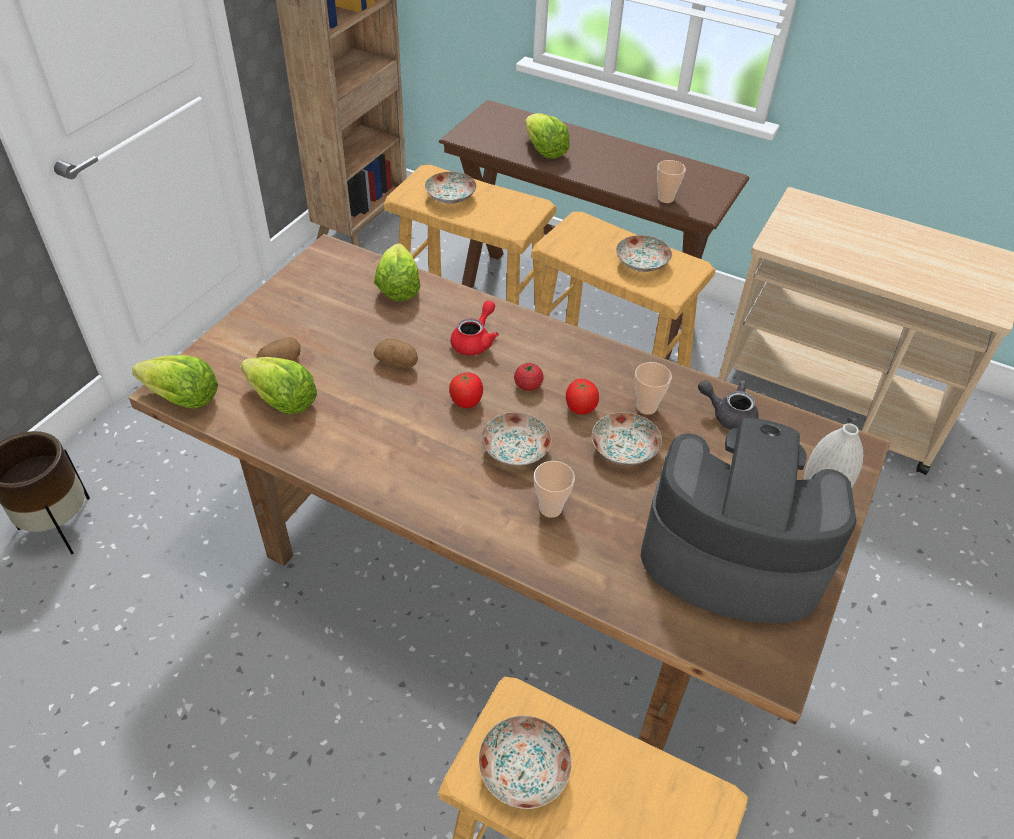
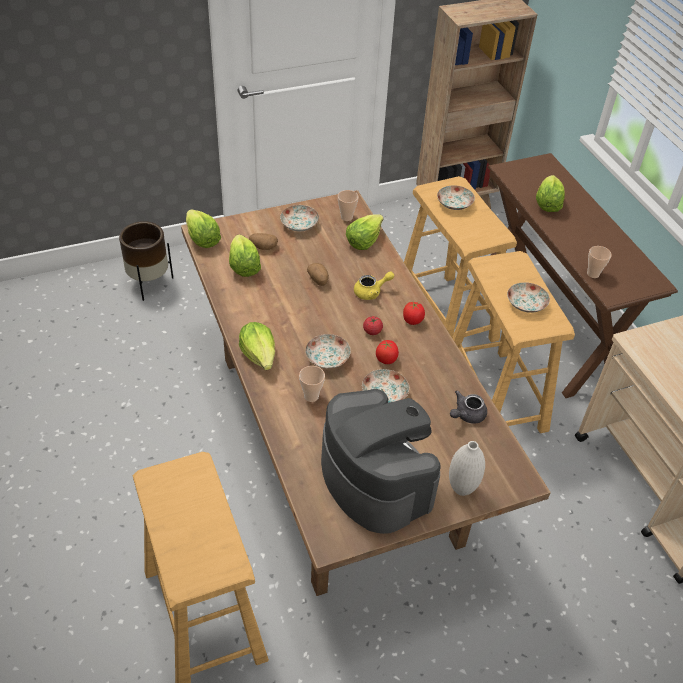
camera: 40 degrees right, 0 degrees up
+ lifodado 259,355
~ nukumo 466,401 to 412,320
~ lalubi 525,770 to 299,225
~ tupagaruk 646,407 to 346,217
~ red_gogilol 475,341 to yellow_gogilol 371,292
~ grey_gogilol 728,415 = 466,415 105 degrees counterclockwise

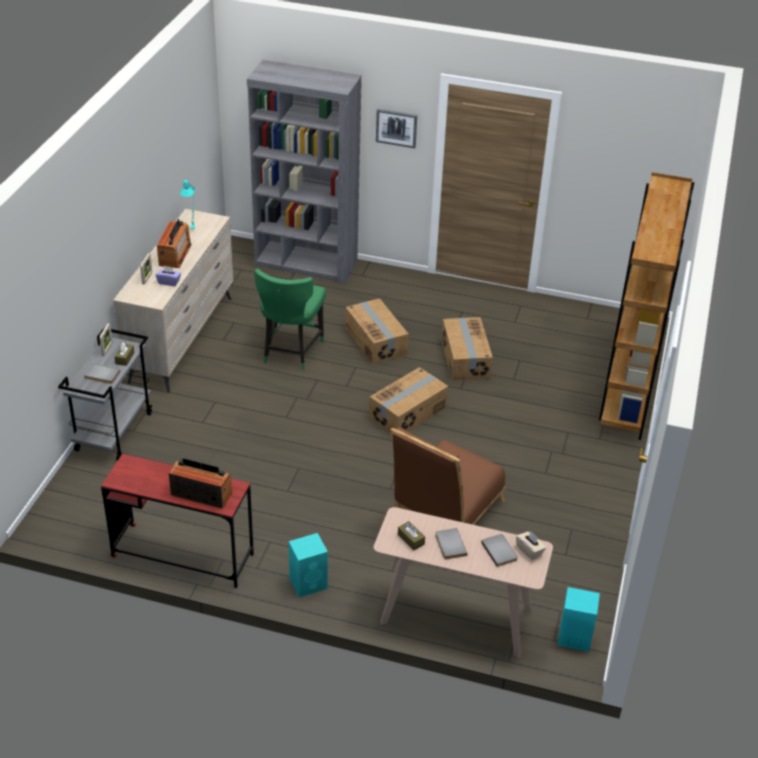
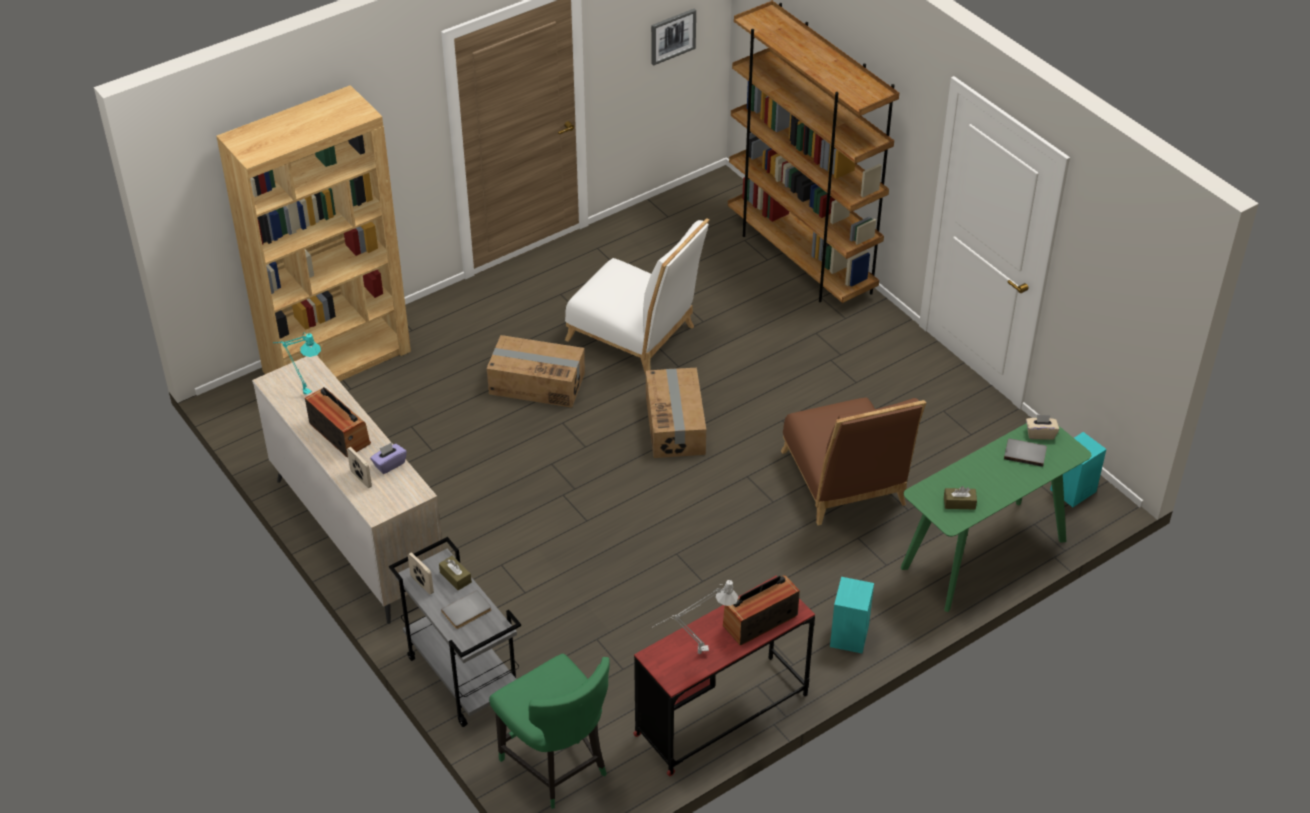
camera: 50 degrees left, 5 degrees up
- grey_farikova 449,545
+ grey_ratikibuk 693,654
~ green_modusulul 290,352 to 556,766
~ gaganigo 396,127 to 672,36
~ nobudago 464,359 to white_modusulul 637,336
~ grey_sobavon 306,264 to brown_sobavon 337,361
~ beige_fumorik 455,617 to green_fumorik 984,554

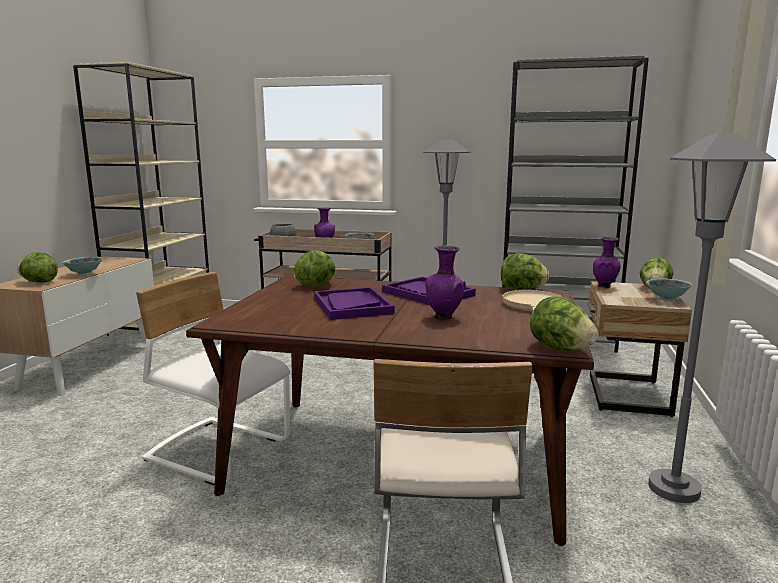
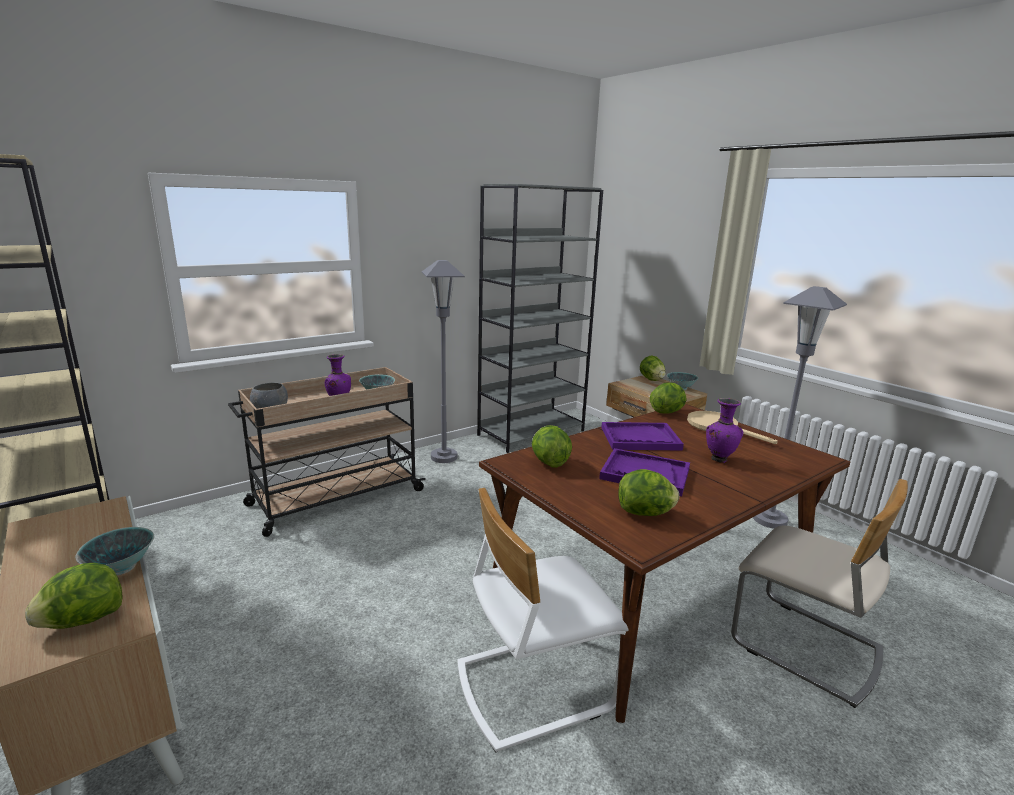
camera: 50 degrees left, 5 degrees up
- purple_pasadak 605,287
~ lifodado 560,348 to 645,513

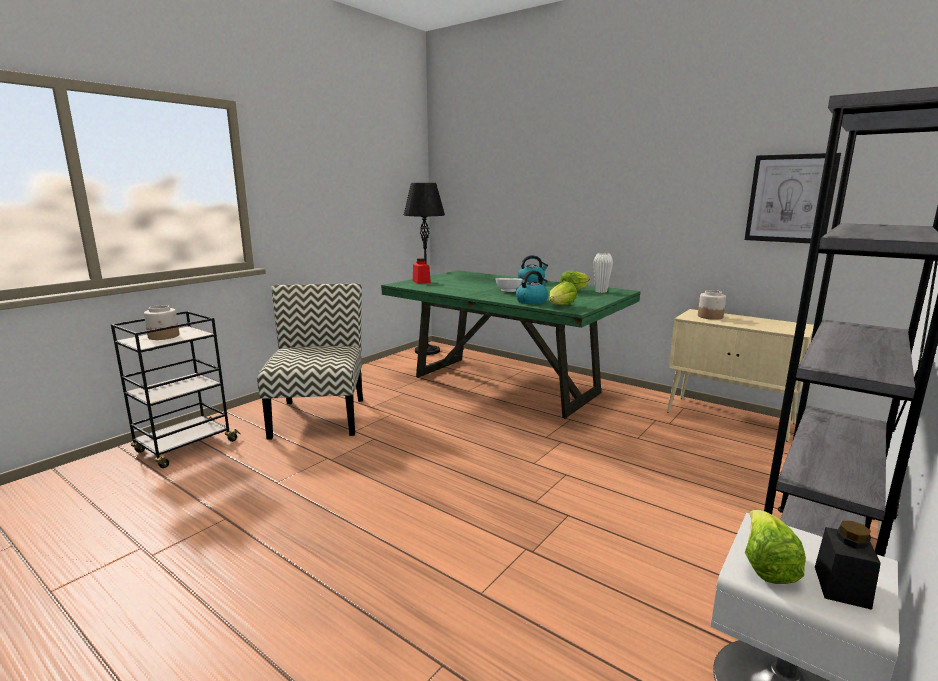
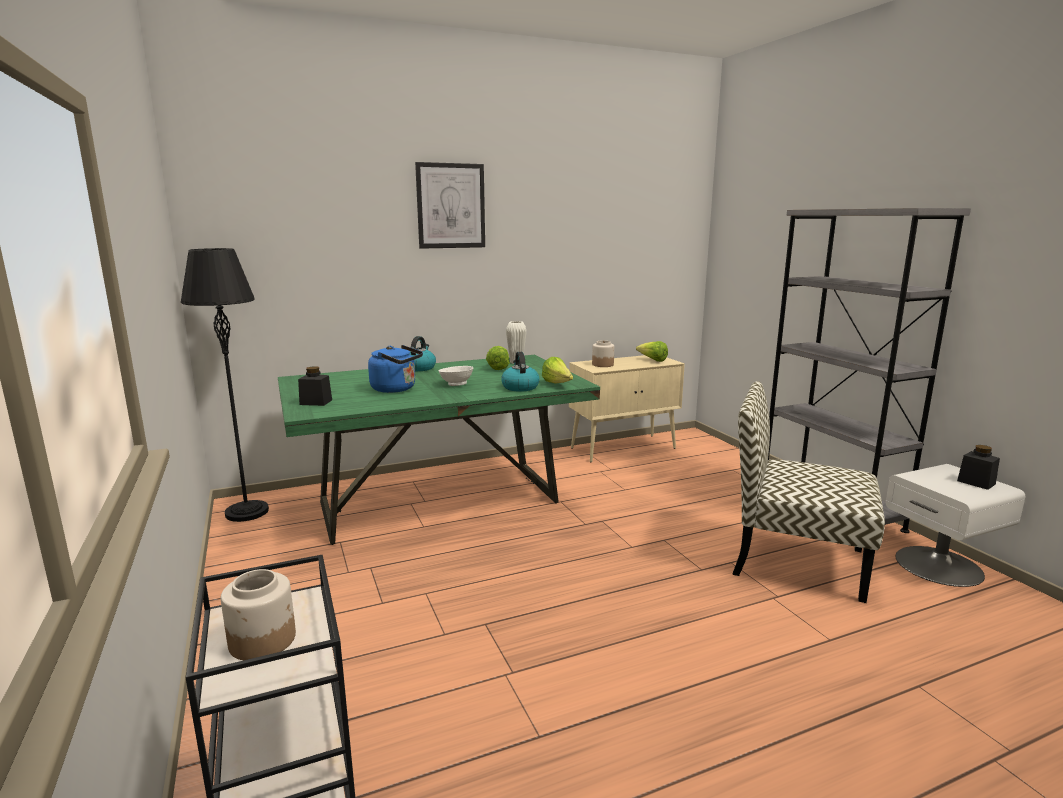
camera: 60 degrees left, 0 degrees up
+ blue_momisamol 396,389
~ modusulul 318,417 to 795,561
~ gaganigo 790,199 to 451,206
~ lifodado 766,565 to 652,360
~ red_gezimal 421,282 to black_gezimal 316,402

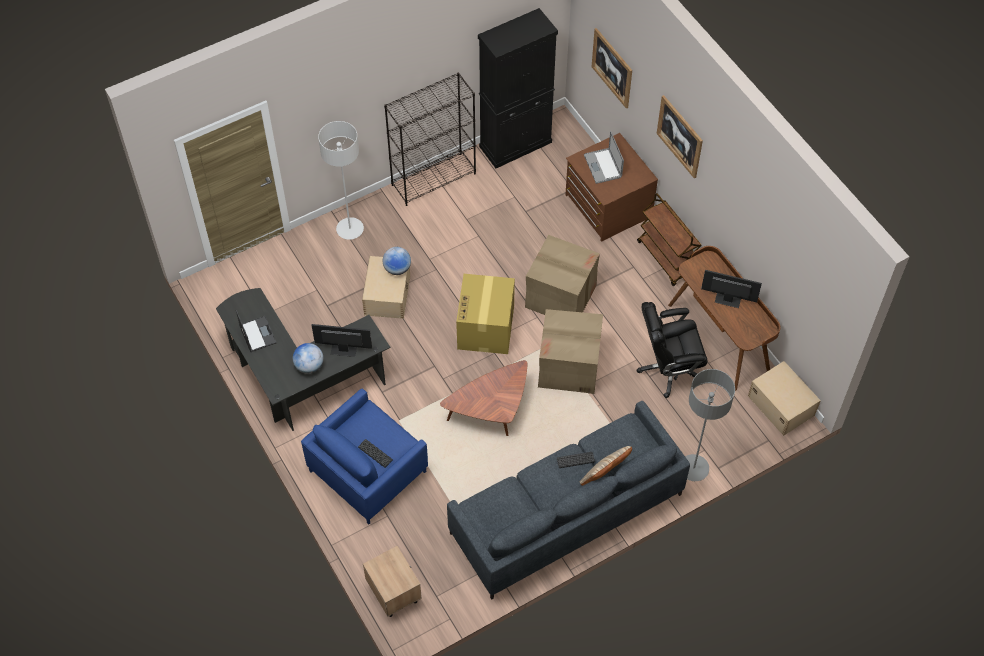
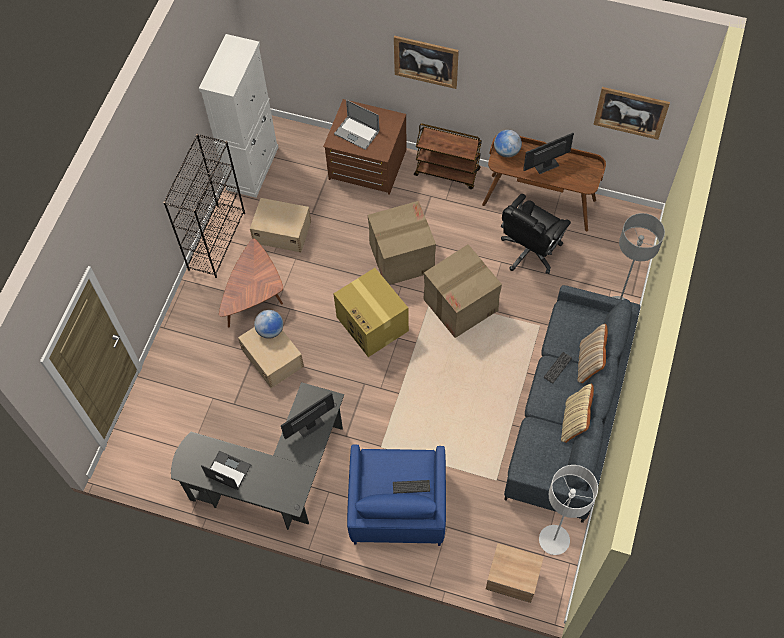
camera: 40 degrees left, 5 degrees up
+ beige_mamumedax 574,422
~ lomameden 309,366 to 506,151
~ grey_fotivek 350,229 to 554,540
~ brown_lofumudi 491,412 to 255,296
~ gaganigo 612,68 to 630,112
~ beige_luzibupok 781,404 to 281,231
~ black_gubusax 516,144 to white_gubusax 252,168

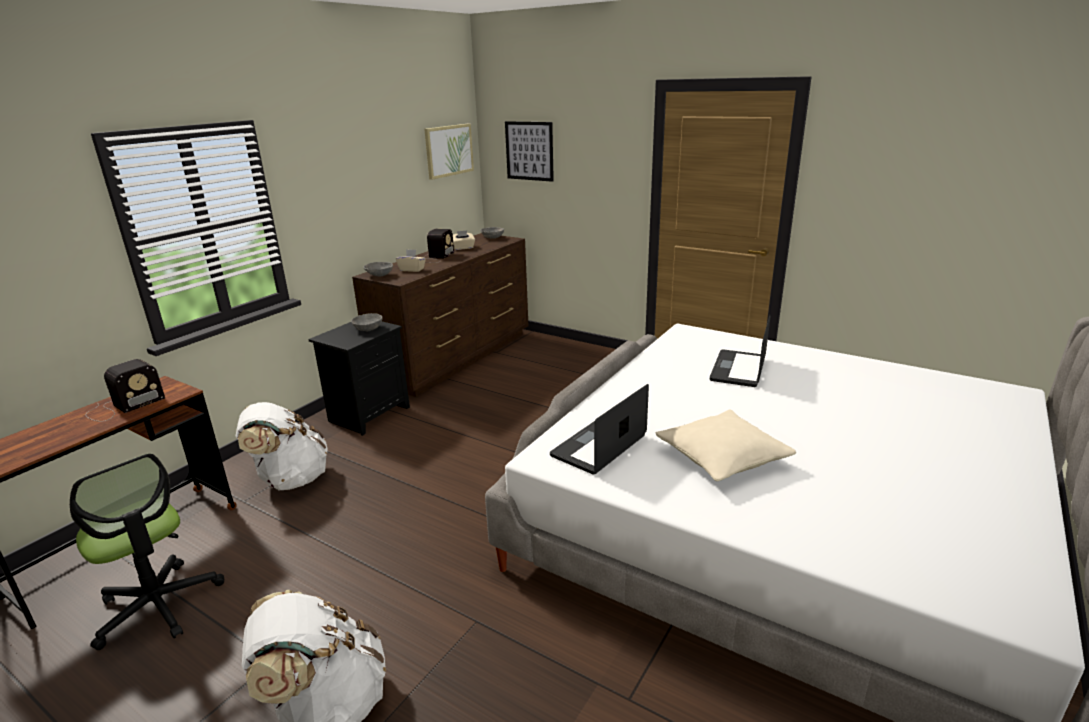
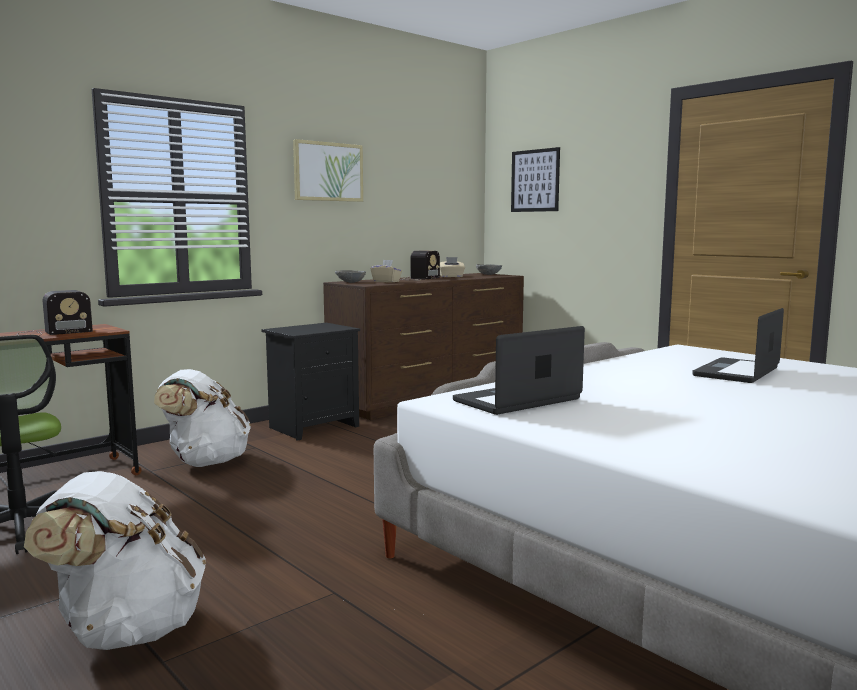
camera: 15 degrees right, 15 degrees down
- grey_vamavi 368,329
- beige_mamumedax 722,458
~ gaganigo 448,150 to 328,172

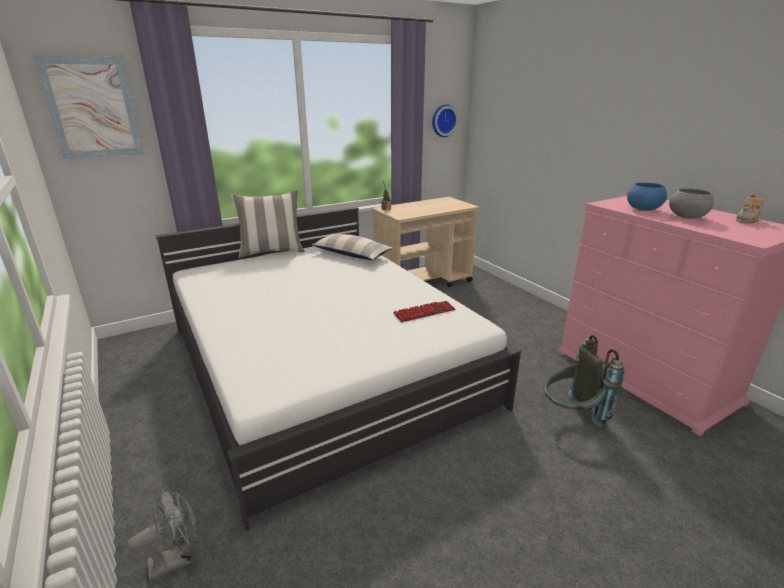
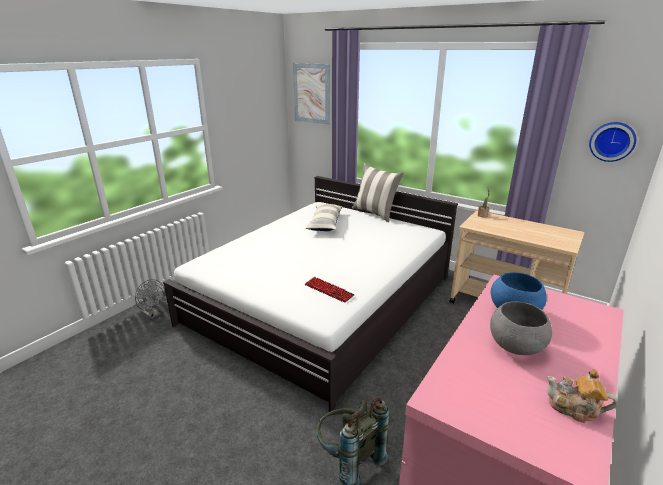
camera: 65 degrees right, 0 degrees up
~ mamumedax 351,255 to 325,223

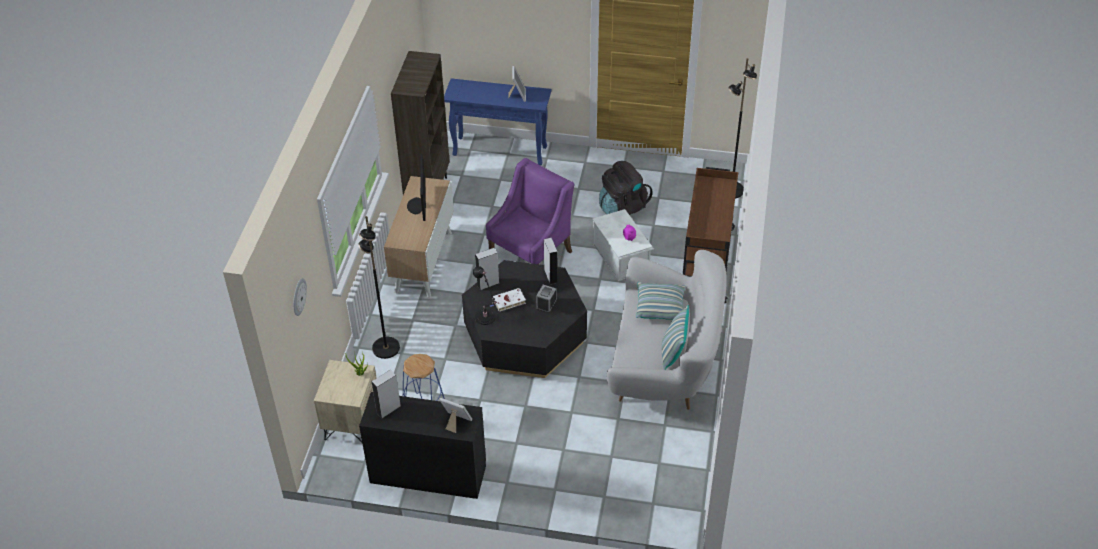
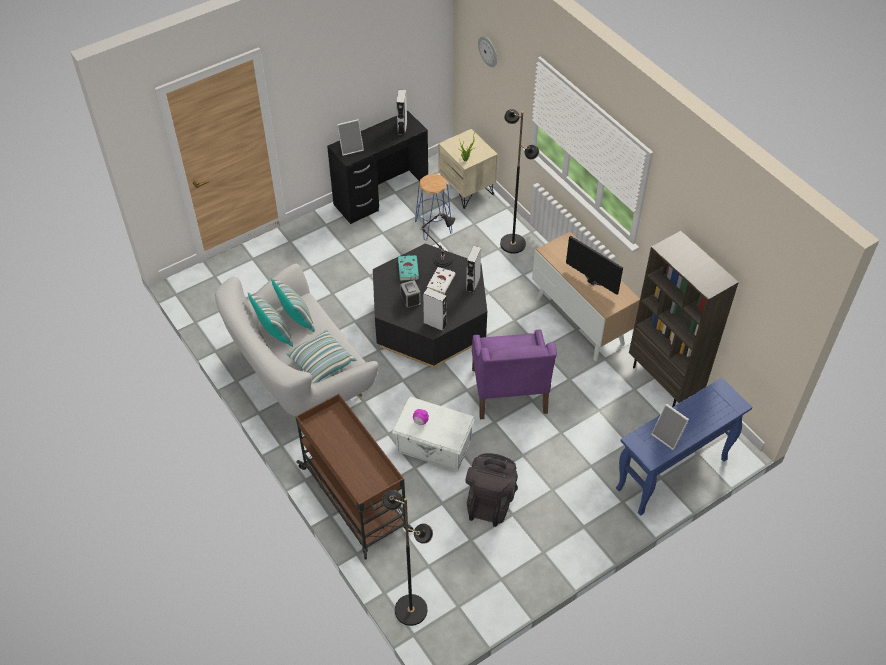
camera: 135 degrees right, 5 degrees up
+ mamumedax 296,319
+ turquoise_farikova 408,268

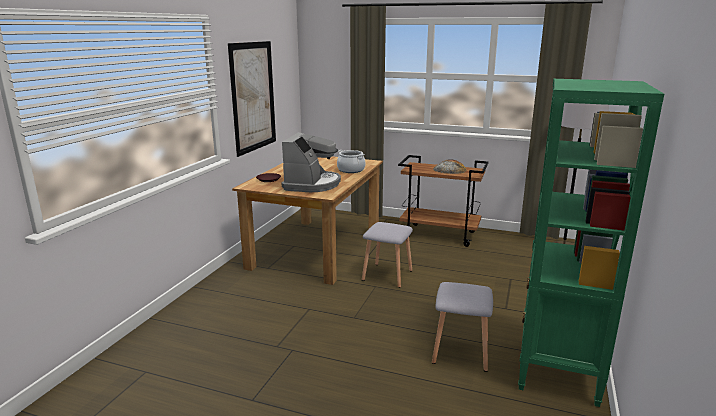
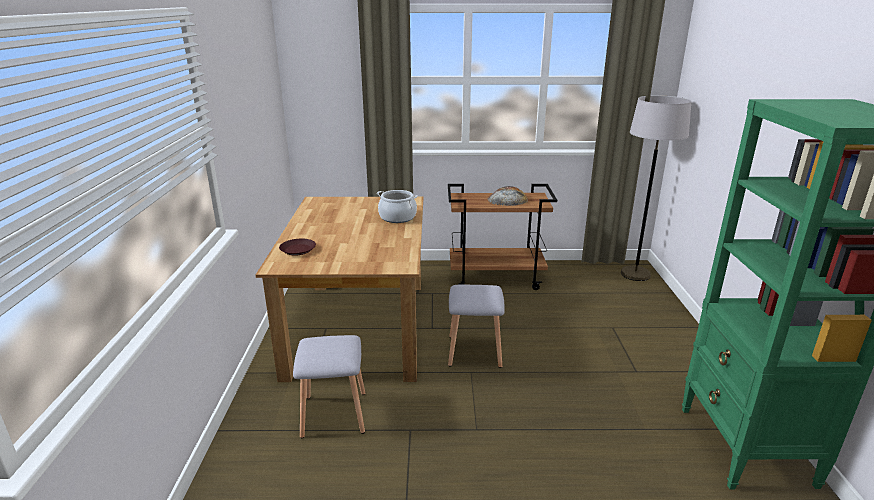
camera: 20 degrees left, 5 degrees up
- gaganigo 253,97
- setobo 312,184
~ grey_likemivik 459,352 to 333,415

